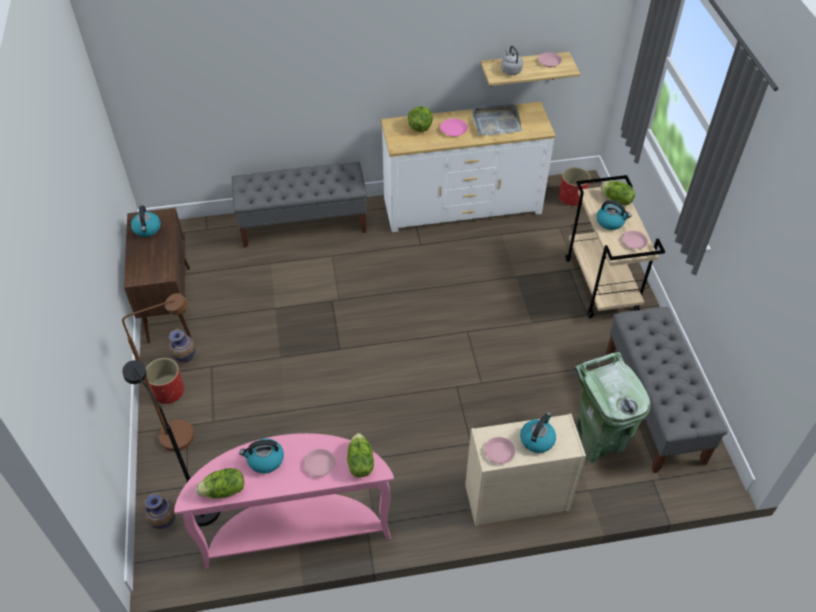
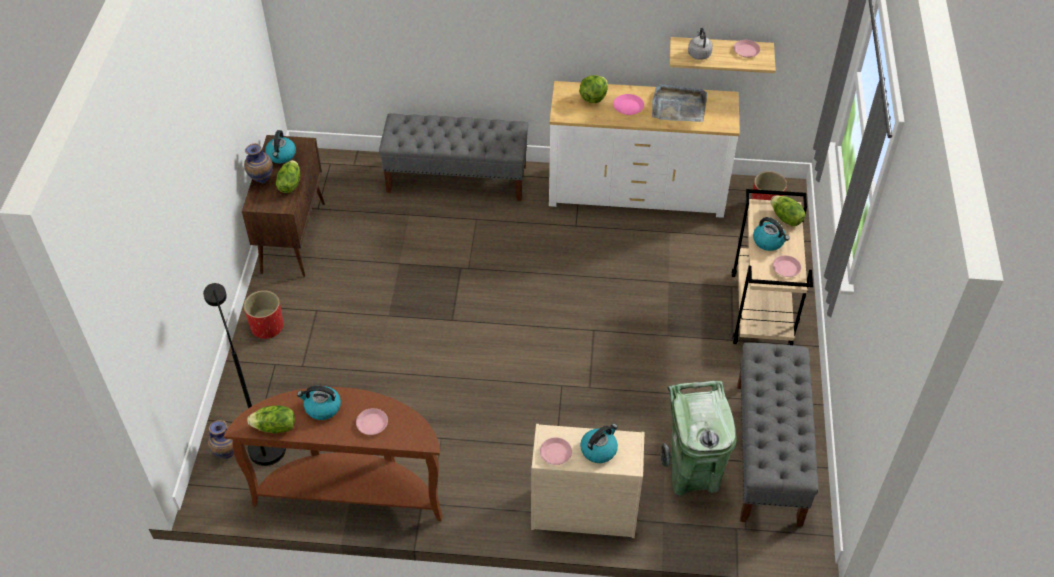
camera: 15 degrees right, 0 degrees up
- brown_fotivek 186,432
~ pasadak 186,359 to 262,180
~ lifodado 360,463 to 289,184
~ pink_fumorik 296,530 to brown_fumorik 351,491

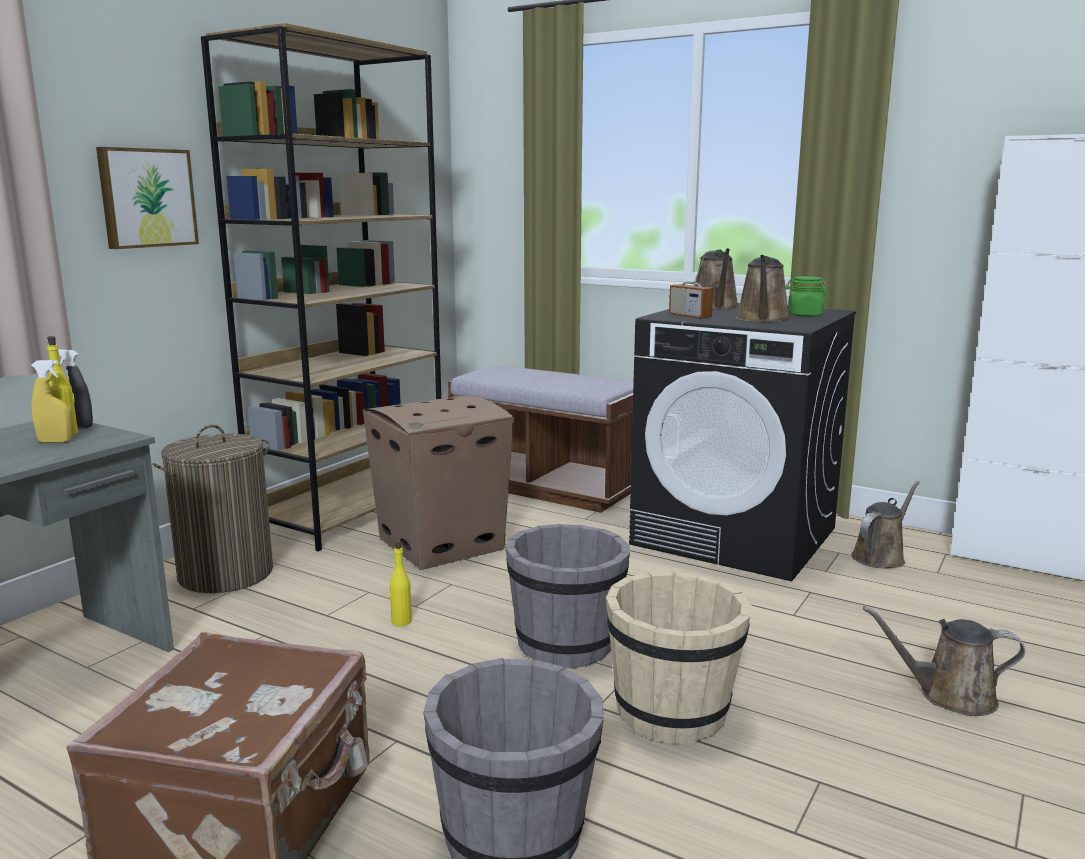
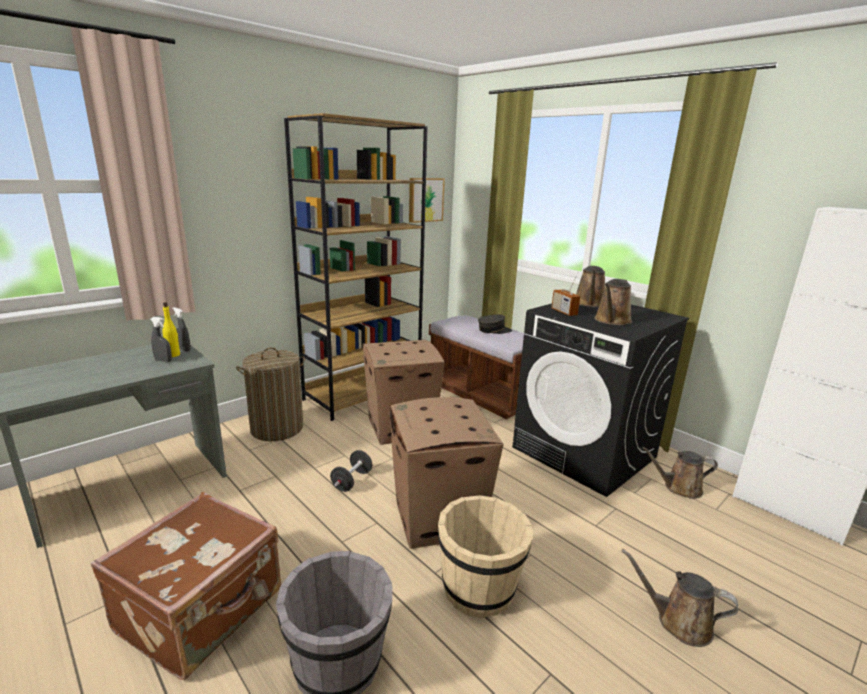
camera: 15 degrees right, 5 degrees up
- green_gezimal 804,315
+ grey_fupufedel 494,330
~ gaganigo 146,198 to 425,200
~ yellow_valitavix 401,621 to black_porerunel 352,481
~ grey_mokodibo 567,644 to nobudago 438,519
~ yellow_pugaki 55,441 to grey_pugaki 163,361
~ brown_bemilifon 880,557 = 679,488 150 degrees counterclockwise

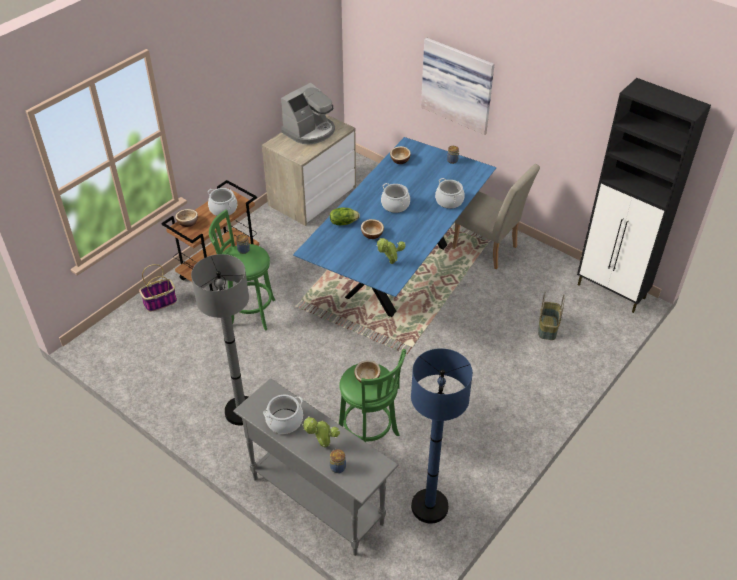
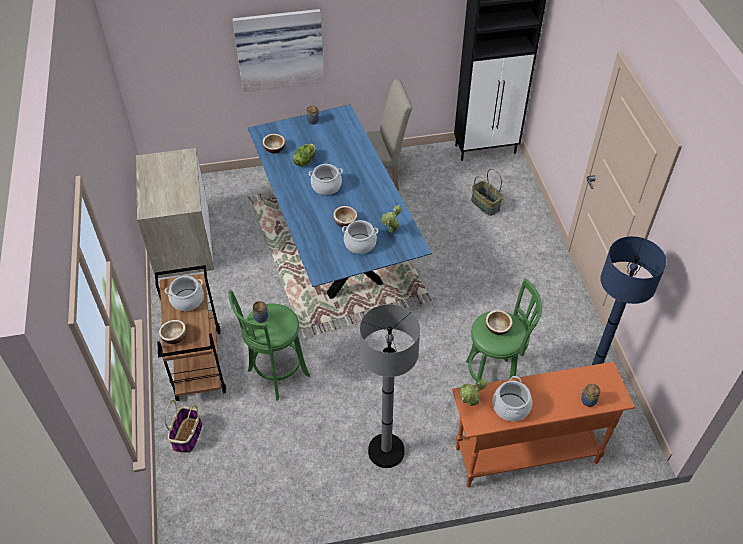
camera: 50 degrees left, 5 degrees up
- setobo 310,131
~ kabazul 322,445 to 469,405
~ lifodado 343,222 to 304,161
~ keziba 449,201 to 360,244
~ grey_fumorik 317,500 to orange_fumorik 525,455

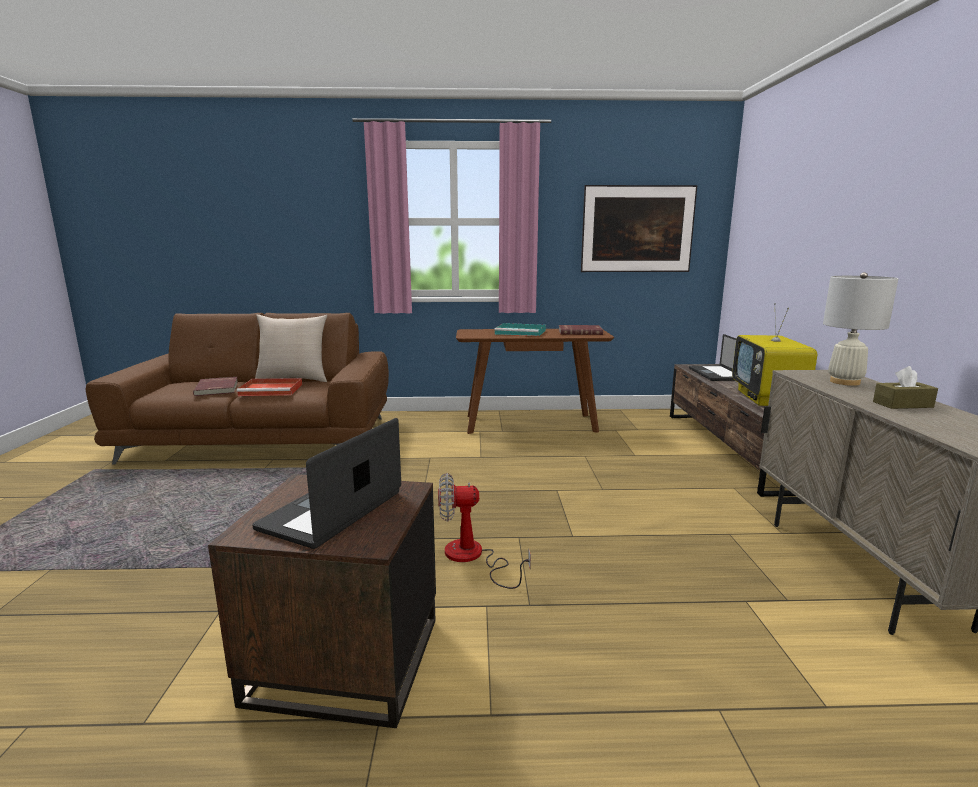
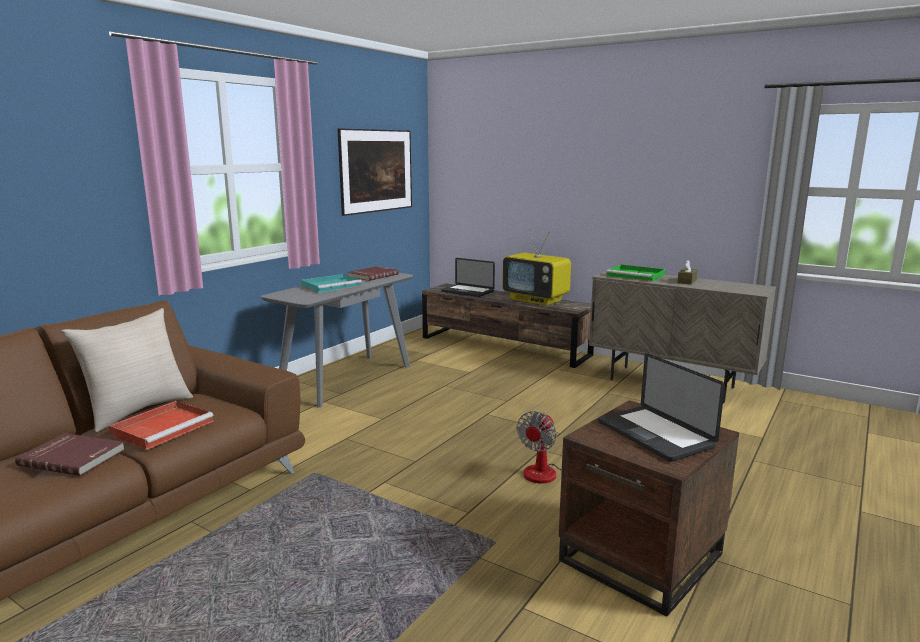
camera: 55 degrees left, 0 degrees up
~ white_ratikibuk 845,382 to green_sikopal 636,275
~ brown_fumorik 530,423 to grey_fumorik 346,379

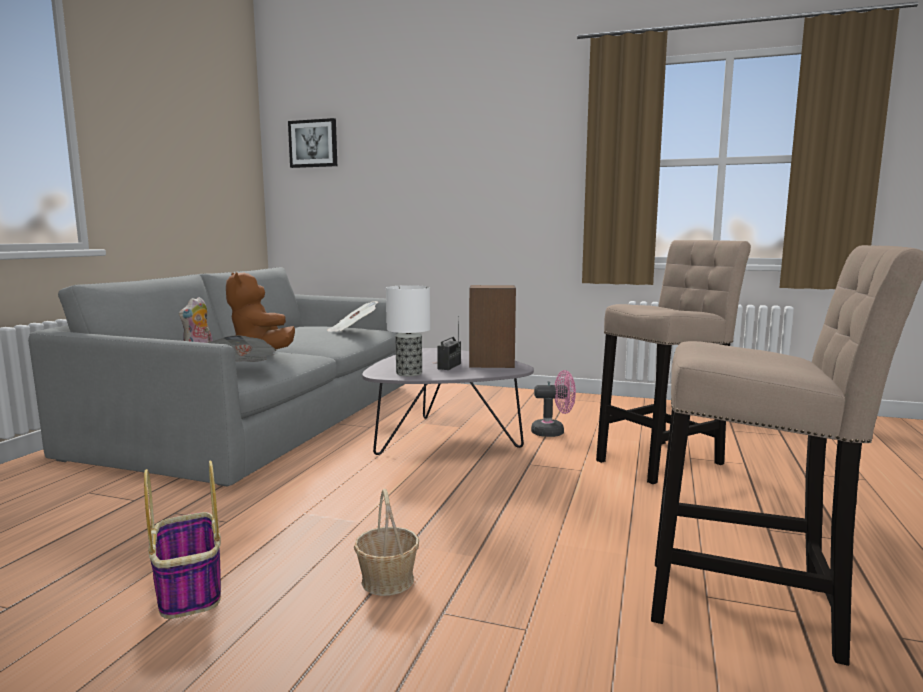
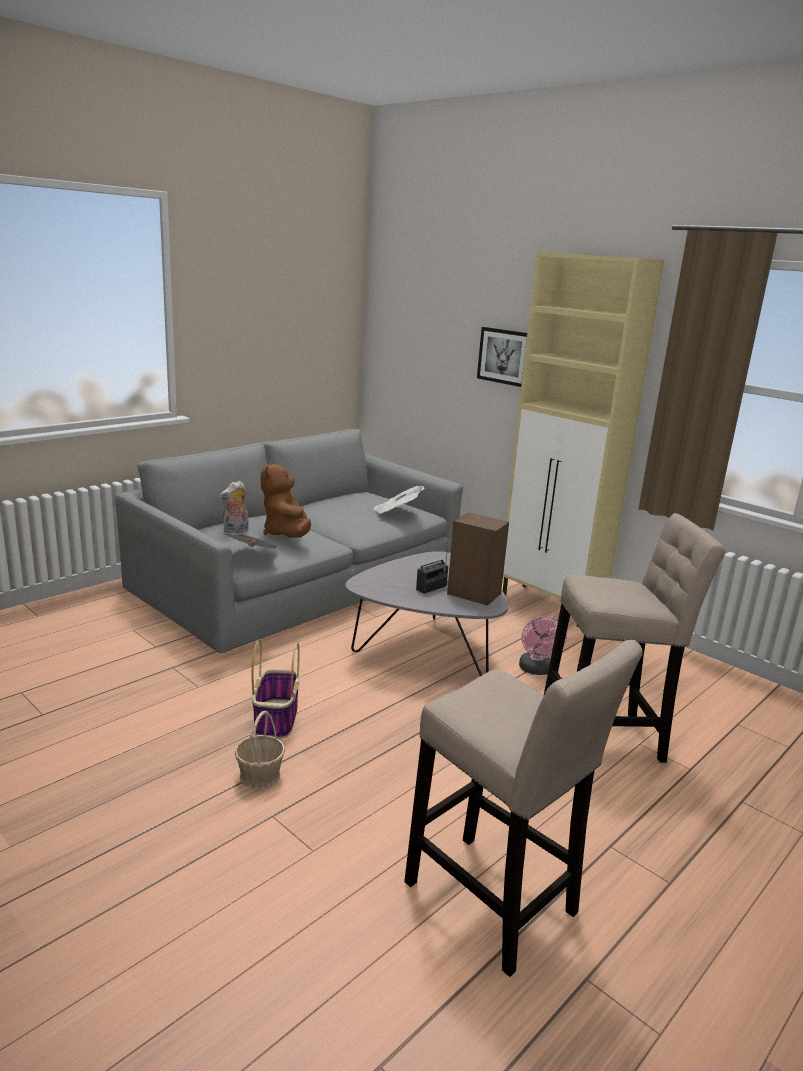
camera: 25 degrees right, 10 degrees up
- ratikibuk 408,373
+ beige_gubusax 551,606
~ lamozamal 189,588 to 276,719
~ gaganigo 313,143 to 505,356
~ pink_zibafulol 553,432 = 537,670 60 degrees clockwise

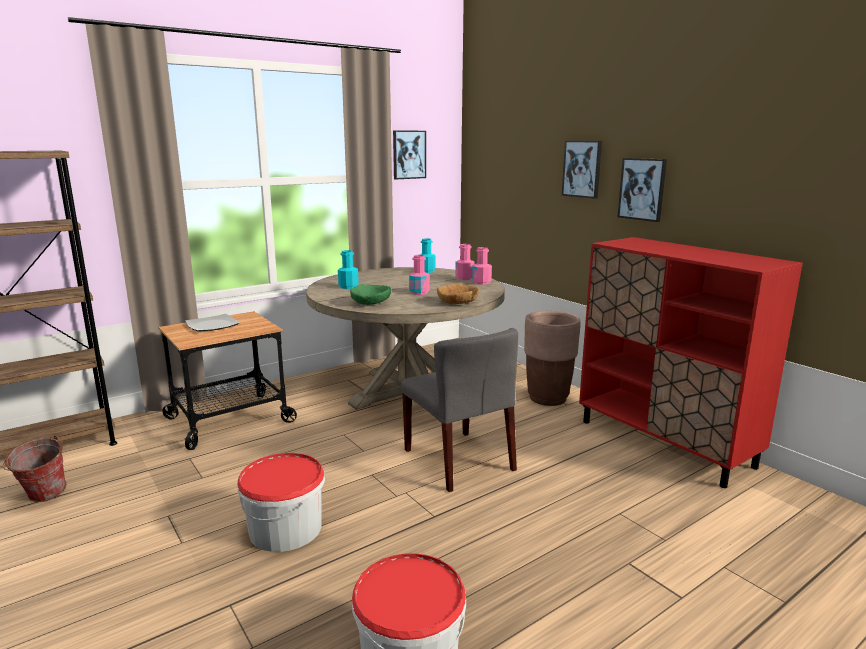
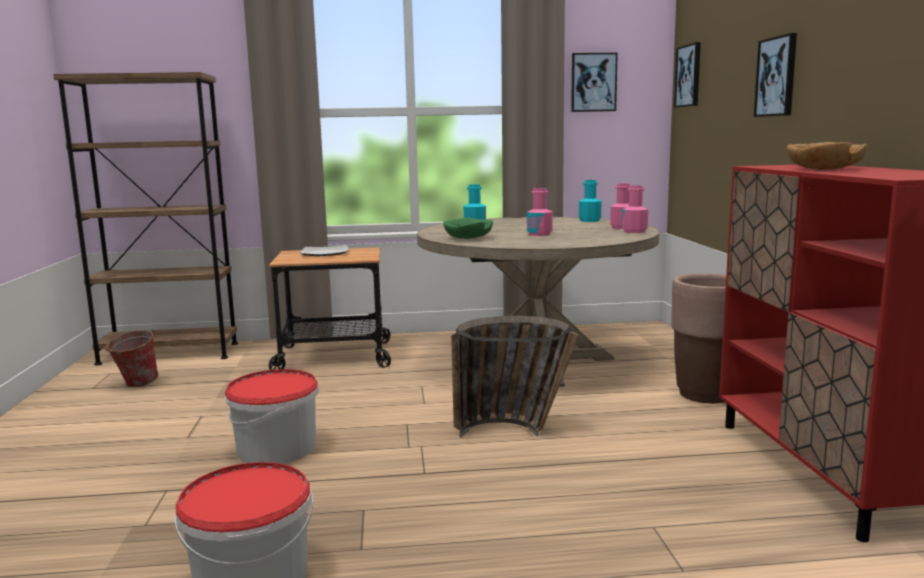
camera: 30 degrees right, 5 degrees down
~ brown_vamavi 457,303 to 823,169
~ gaganigo 642,189 to 689,76
~ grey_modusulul 459,460 to lamozamal 515,431

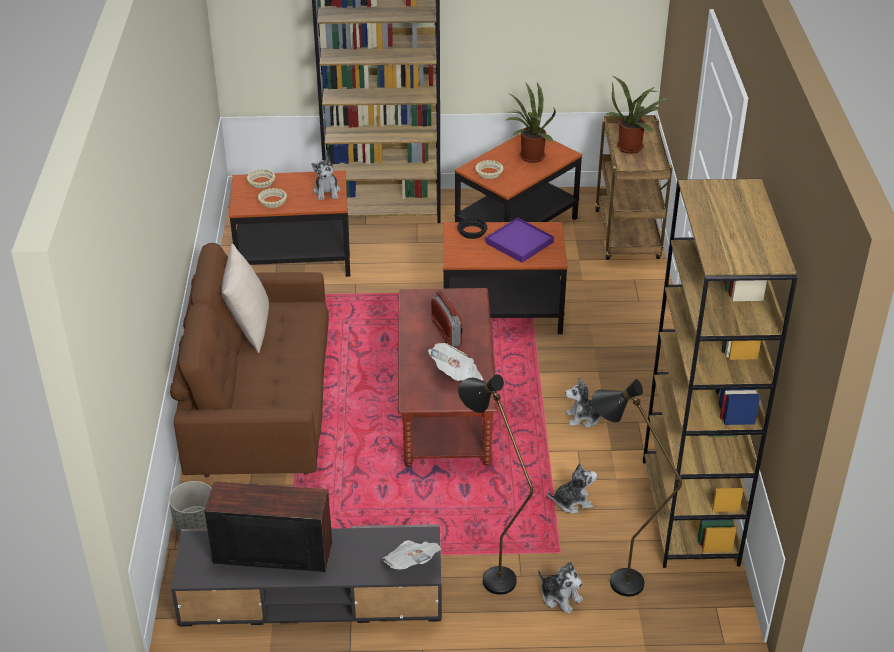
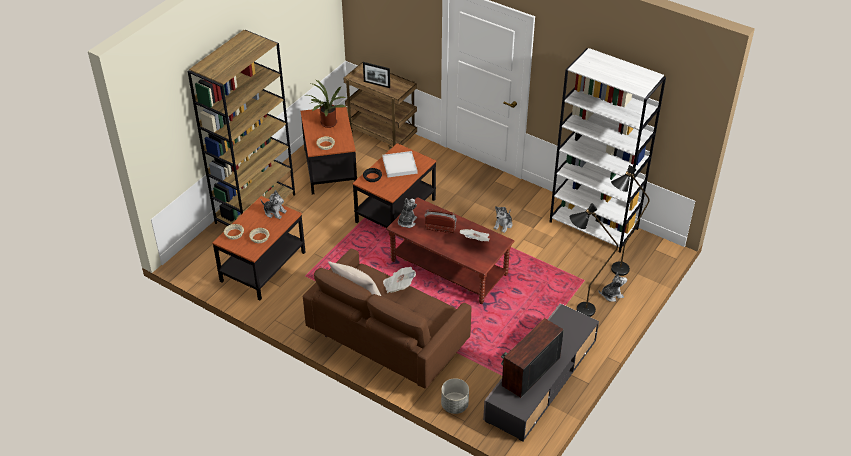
camera: 55 degrees left, 5 degrees up
~ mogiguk 411,564 to 398,286
~ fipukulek 572,502 to 407,222
~ kabazul 632,147 to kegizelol 377,84
~ purple_sikopal 519,242 to white_sikopal 399,165
~ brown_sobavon 690,512 to white_sobavon 594,225

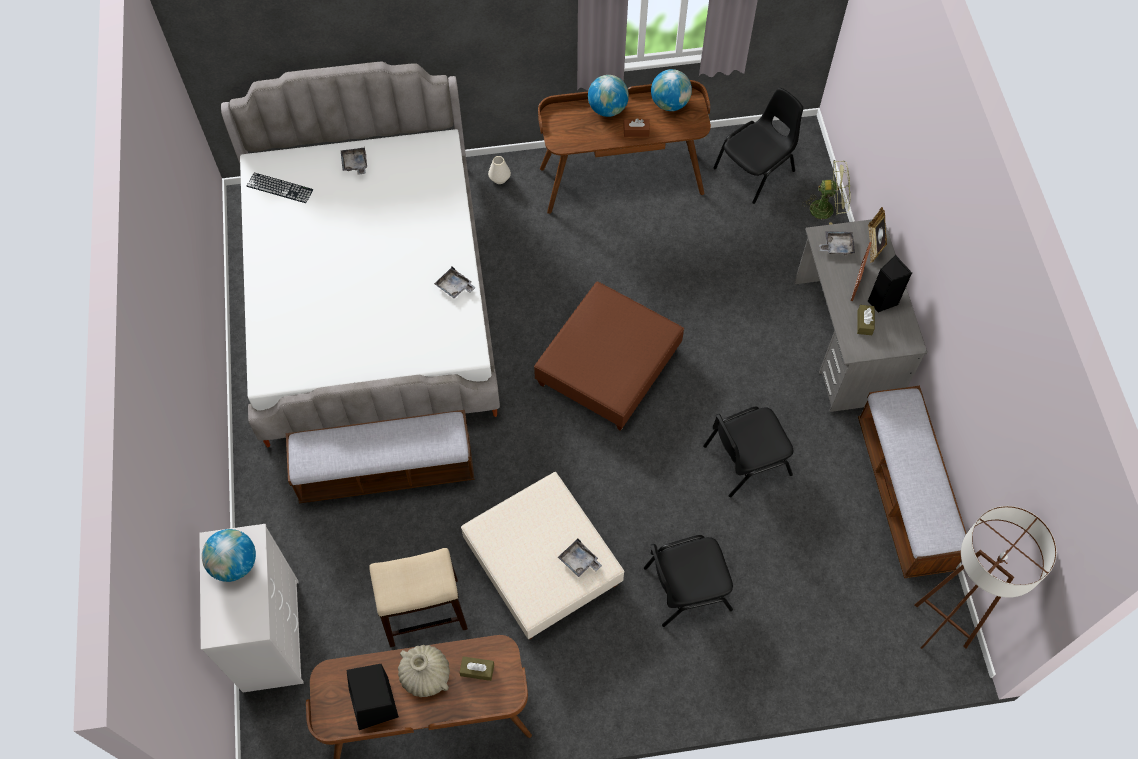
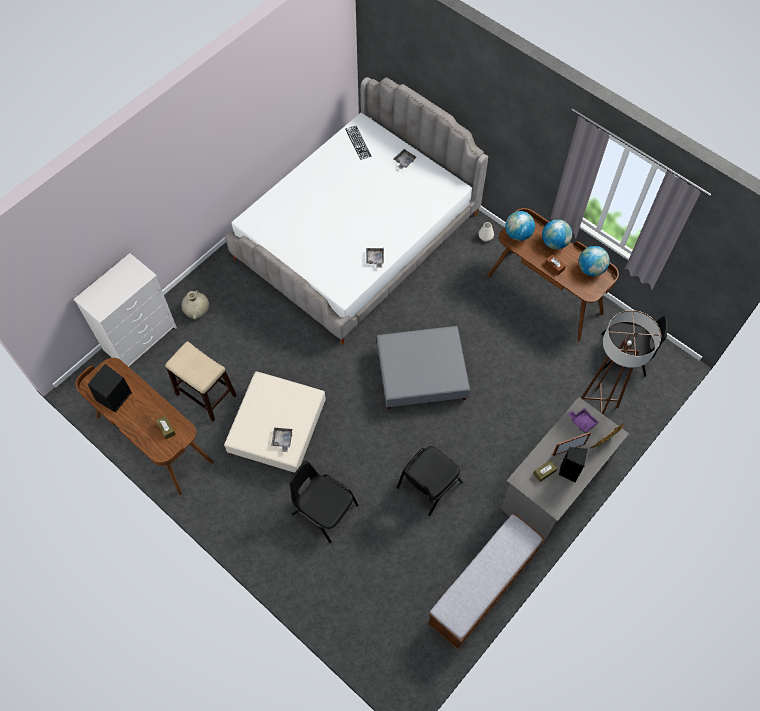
camera: 50 degrees right, 0 degrees up
- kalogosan 386,471
- green_zibafulol 827,209
~ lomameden 235,564 to 518,234
~ beige_pasadak 425,675 to 196,310
~ brown_fotivek 940,626 to 597,406
~ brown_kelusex 609,366 to grey_kelusex 421,375
~ grey_sikopal 837,246 to purple_sikopal 582,422
~ black_modusulul 745,459 = 428,485 75 degrees counterclockwise

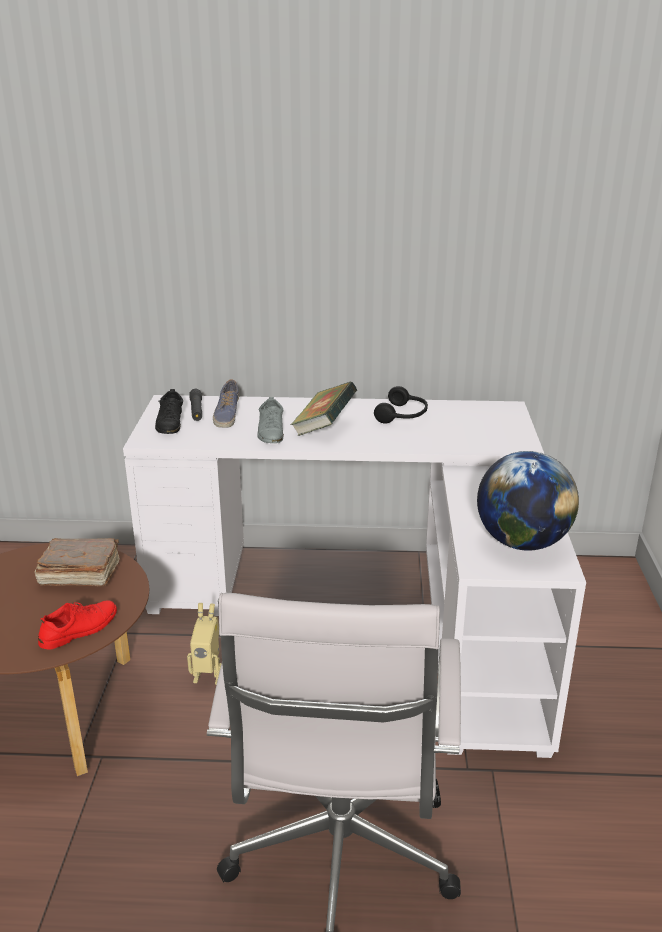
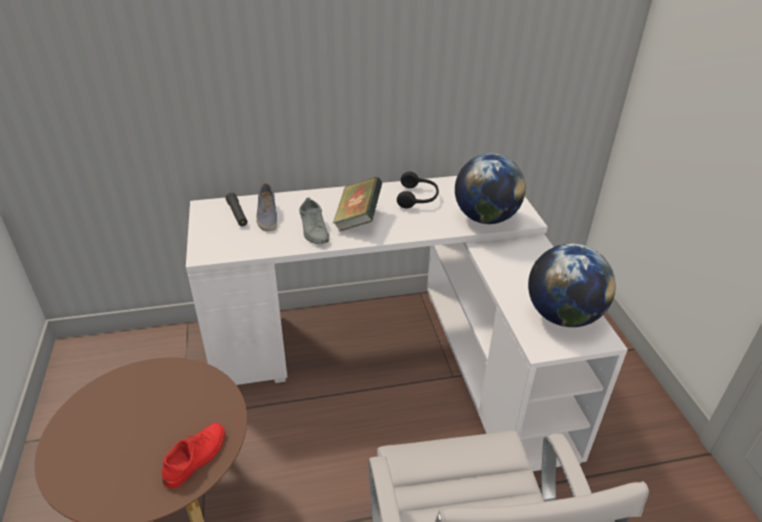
camera: 15 degrees left, 10 degrees up
- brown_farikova 79,574
- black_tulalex 170,423
- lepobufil 208,675
+ lomameden 485,218

